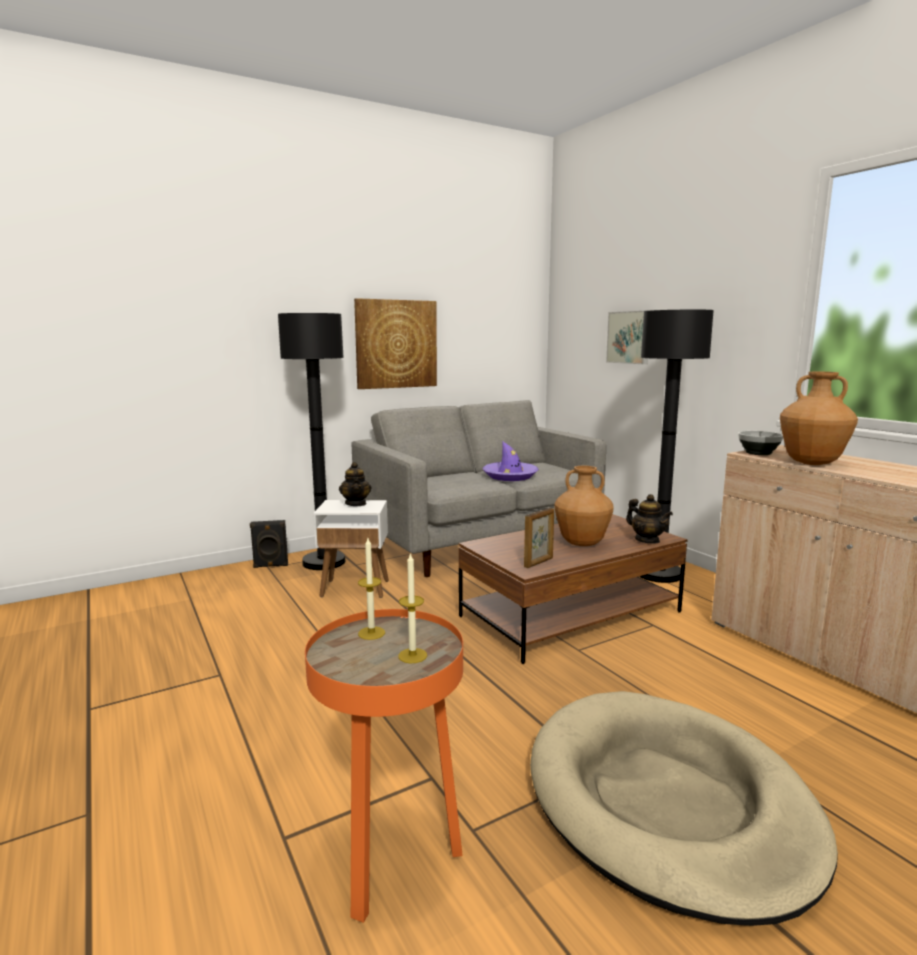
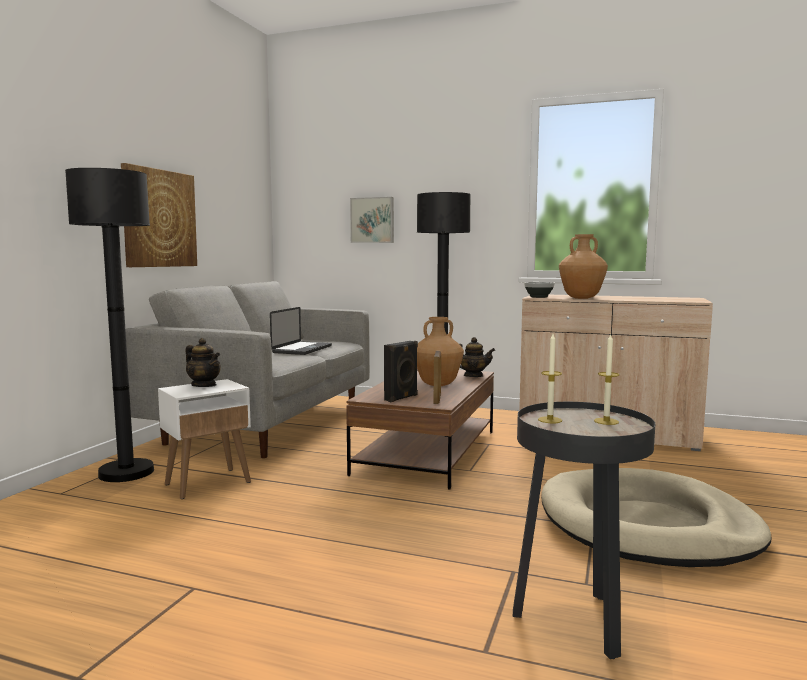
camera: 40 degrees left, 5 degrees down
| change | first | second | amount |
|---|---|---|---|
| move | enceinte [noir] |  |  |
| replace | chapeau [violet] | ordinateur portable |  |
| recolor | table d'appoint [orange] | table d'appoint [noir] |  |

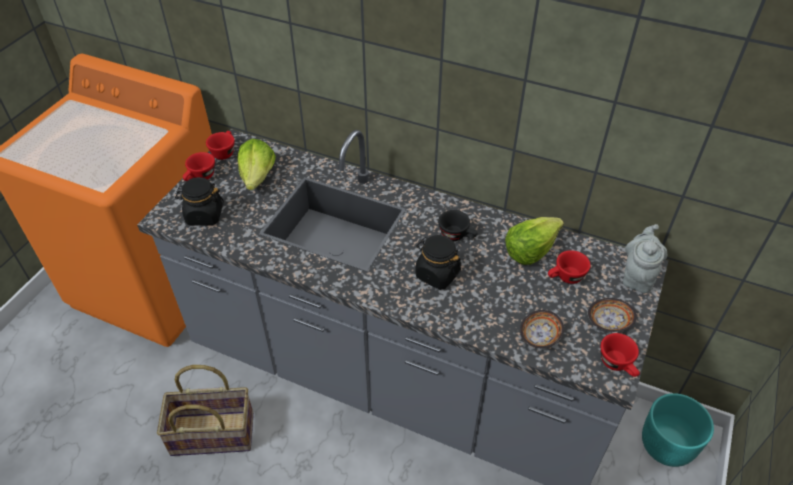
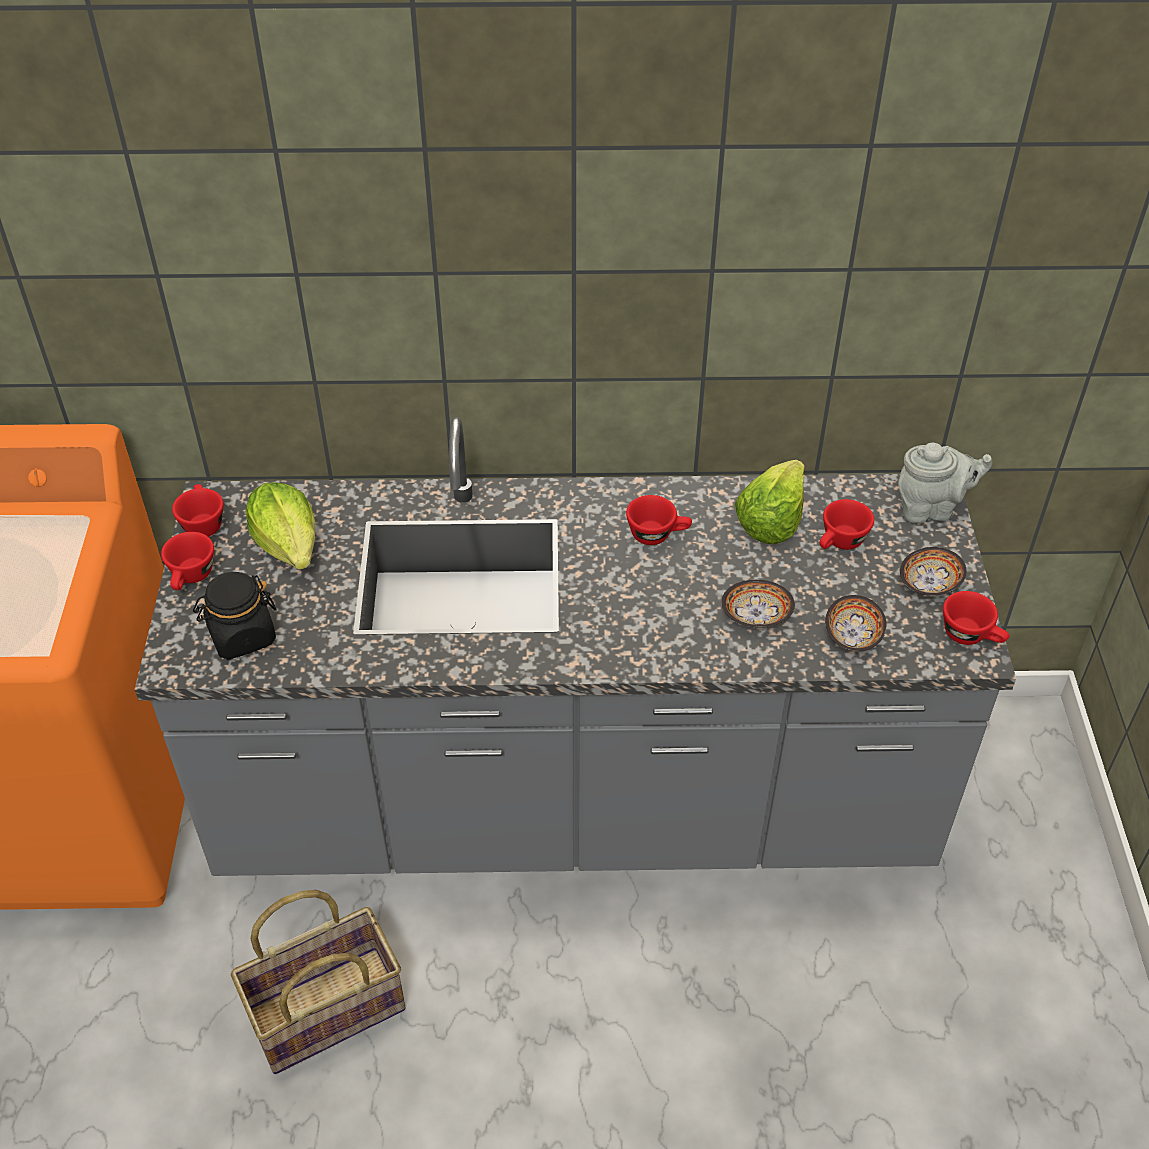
camera: 25 degrees left, 0 degrees up
| change | first | second | amount |
|---|---|---|---|
| delete | bocal [noir] (2nd from left) |  |  |
| delete | cache-pot [turquoise] |  |  |
| insert |  | bol (1st from left) |  |
| recolor | tasse [noir] | tasse [rouge] (3rd from left) |  |
| rotate | théière [gris] |  | 90 degrees clockwise |

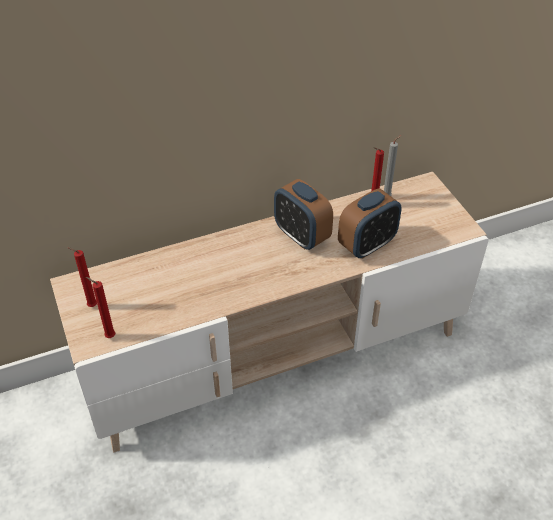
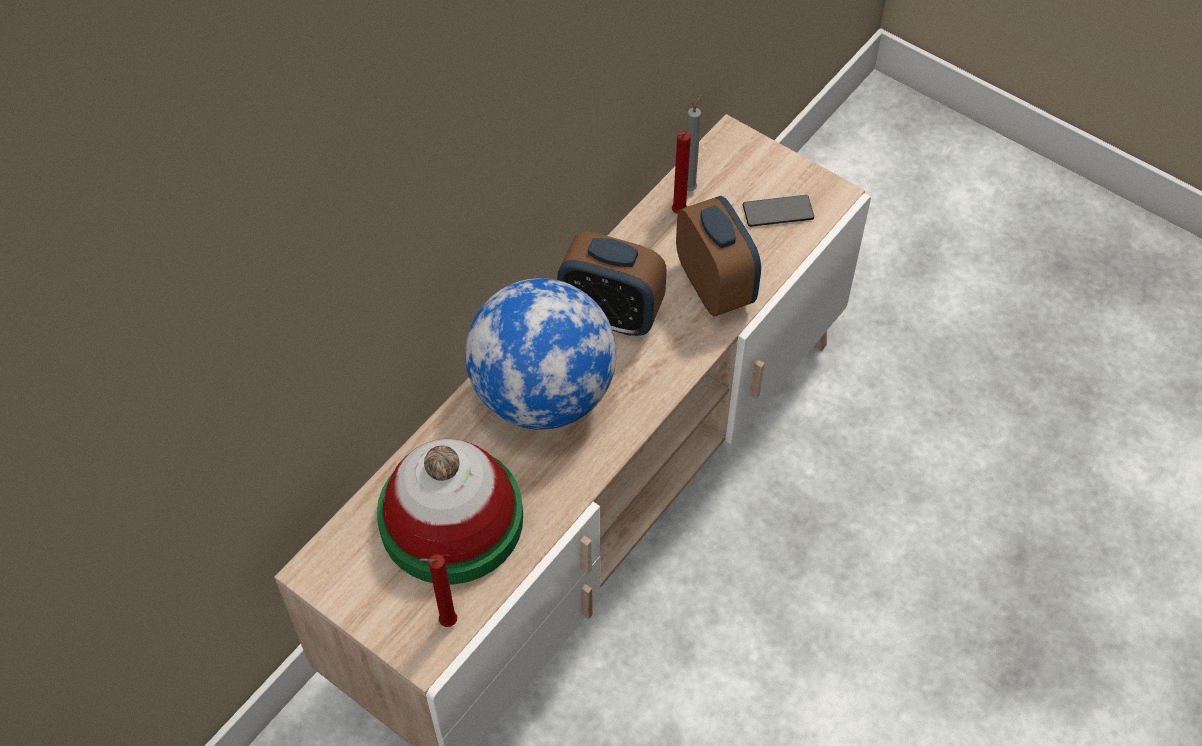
camera: 30 degrees left, 10 degrees up
| change | first | second | amount |
|---|---|---|---|
| delete | bougie [rouge] (1st from left) |  |  |
| insert |  | chapeau |  |
| insert |  | globe |  |
| insert |  | téléphone |  |
| rotate | réveil (2nd from left) |  | 45 degrees counterclockwise |

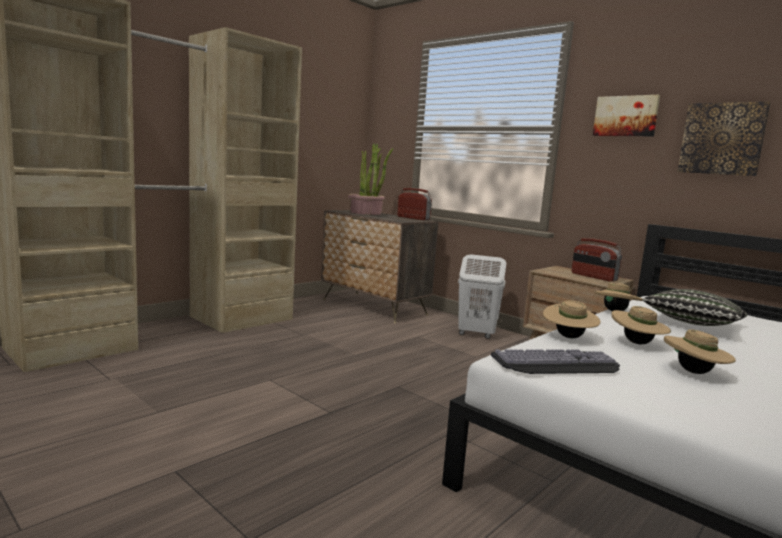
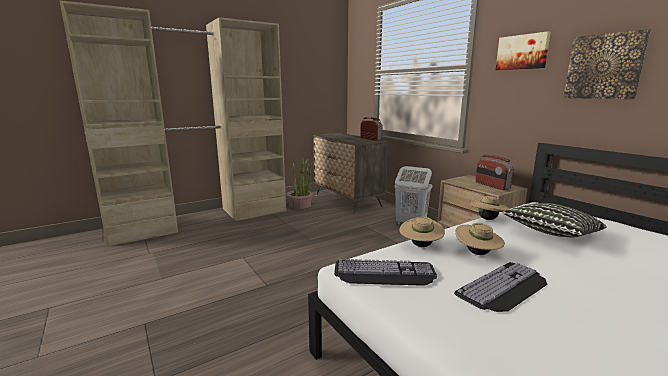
camera: 15 degrees right, 5 degrees up
| change | first | second | amount |
|---|---|---|---|
| move | plante en pot |  |  |
| replace | chapeau [beige] (4th from left) | clavier (2nd from left) |  |

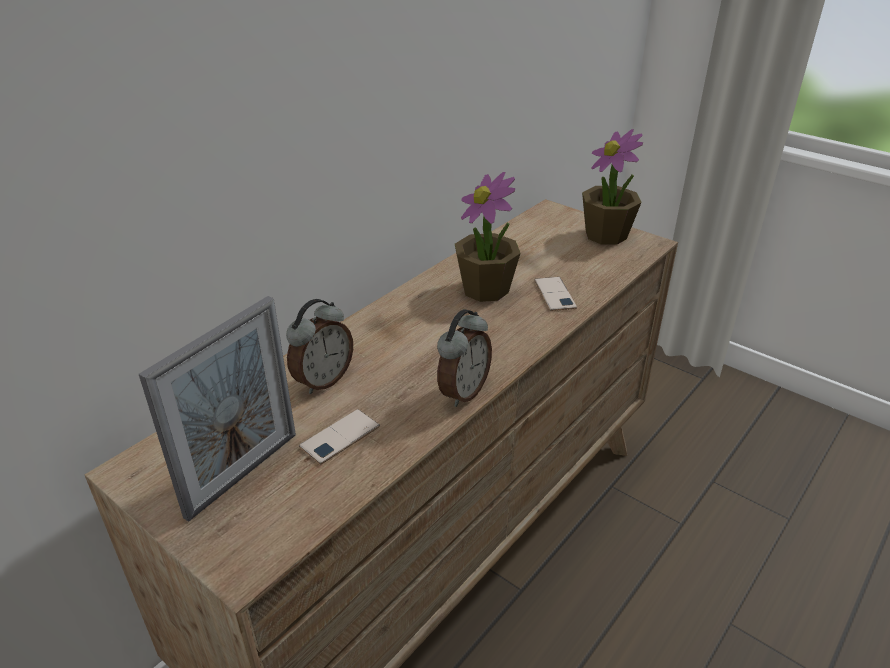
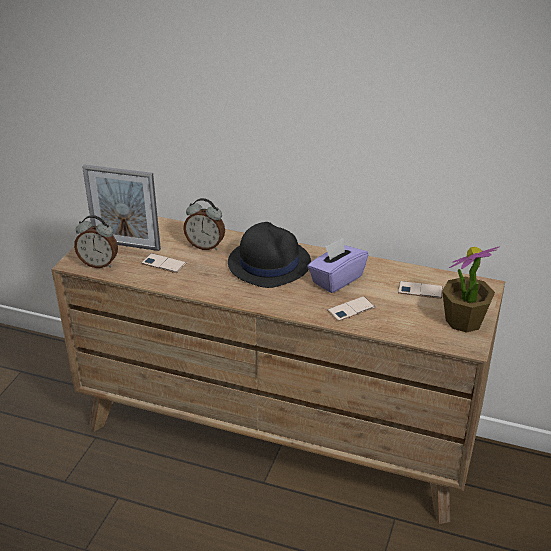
camera: 70 degrees right, 0 degrees up
| change | first | second | amount |
|---|---|---|---|
| insert |  | chapeau [noir] |  |
| insert |  | téléphone (3rd from left) |  |
| move | réveil (2nd from left in the first image) | réveil (1st from left) |  |
| replace | plante en pot (1st from left) | boîte à mouchoirs [violet] |  |

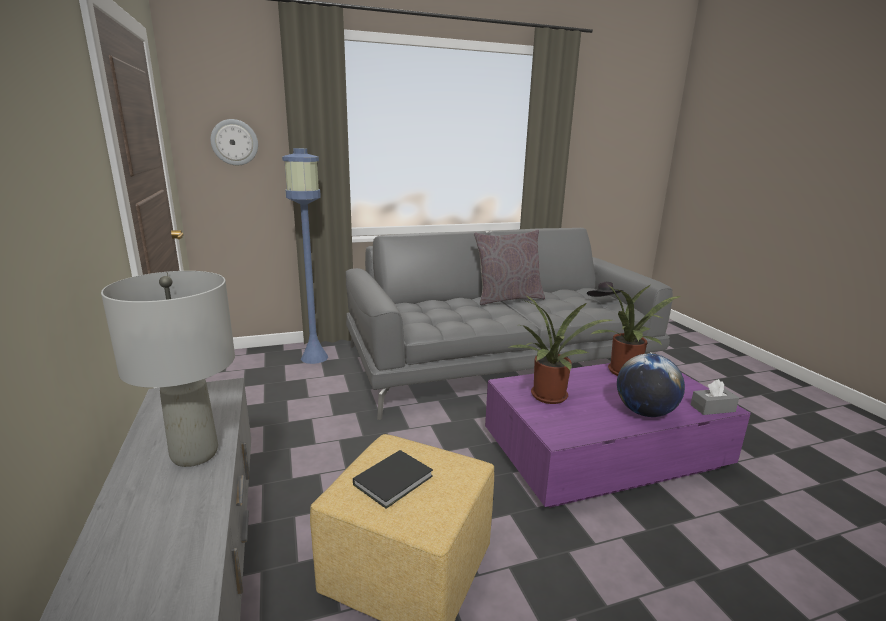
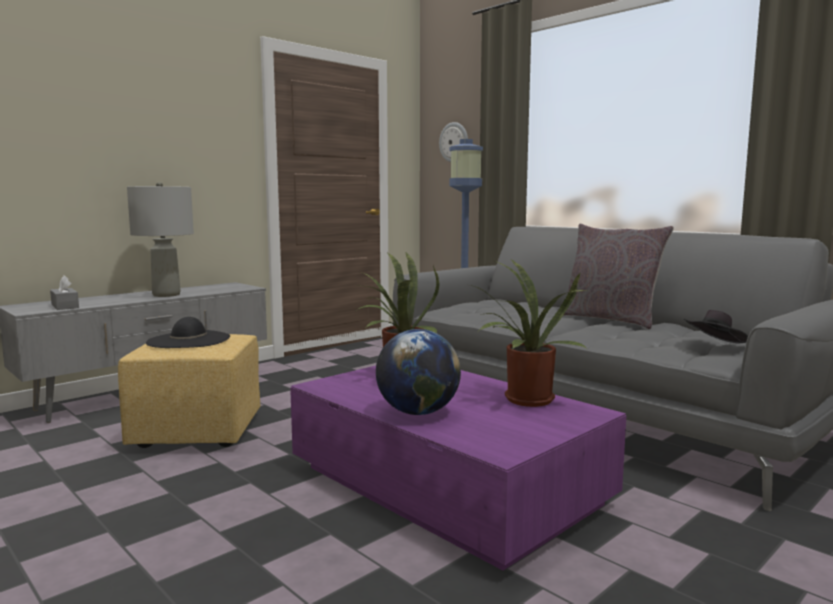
camera: 65 degrees right, 10 degrees down
| change | first | second | amount |
|---|---|---|---|
| move | boîte à mouchoirs [gris] |  |  |
| replace | livre [noir] | chapeau [noir] (1st from left) |  |

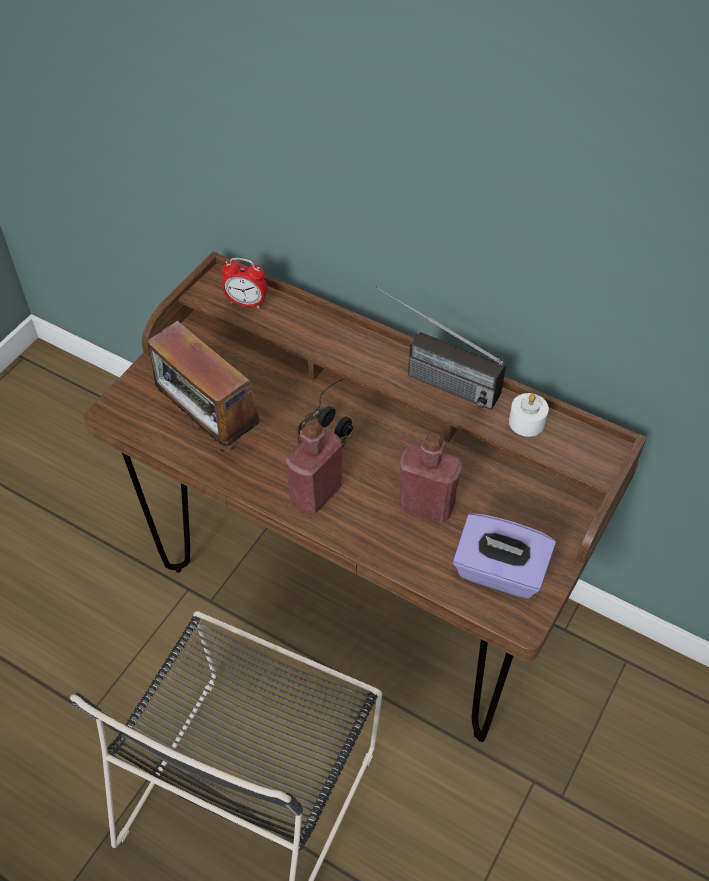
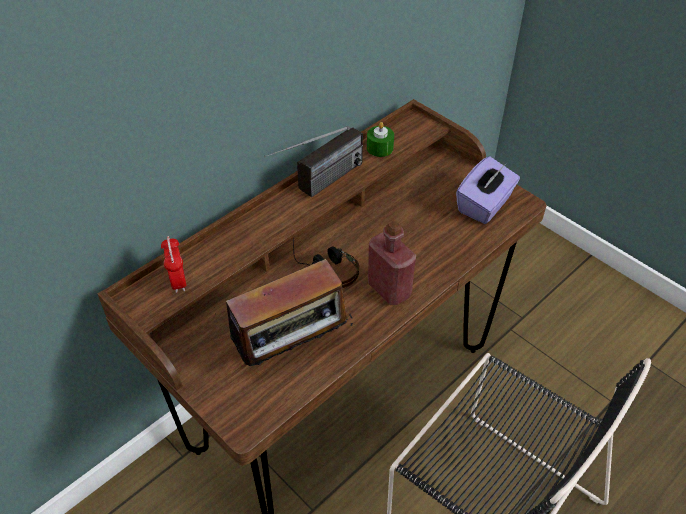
camera: 75 degrees left, 5 degrees down
| change | first | second | amount |
|---|---|---|---|
| delete | bouteille [rouge] (2nd from left) |  |  |
| recolor | bougie [blanc] | bougie [vert] |  |
| rotate | réveil |  | 135 degrees clockwise |

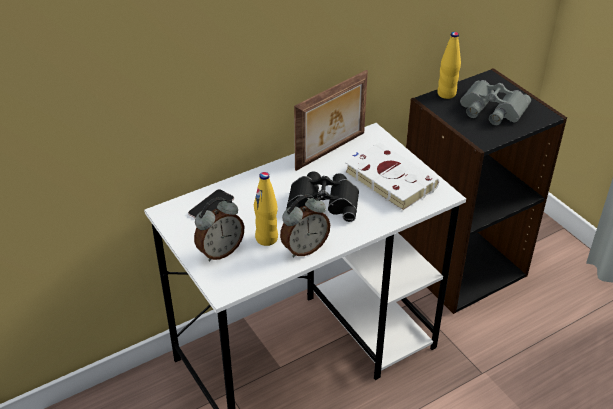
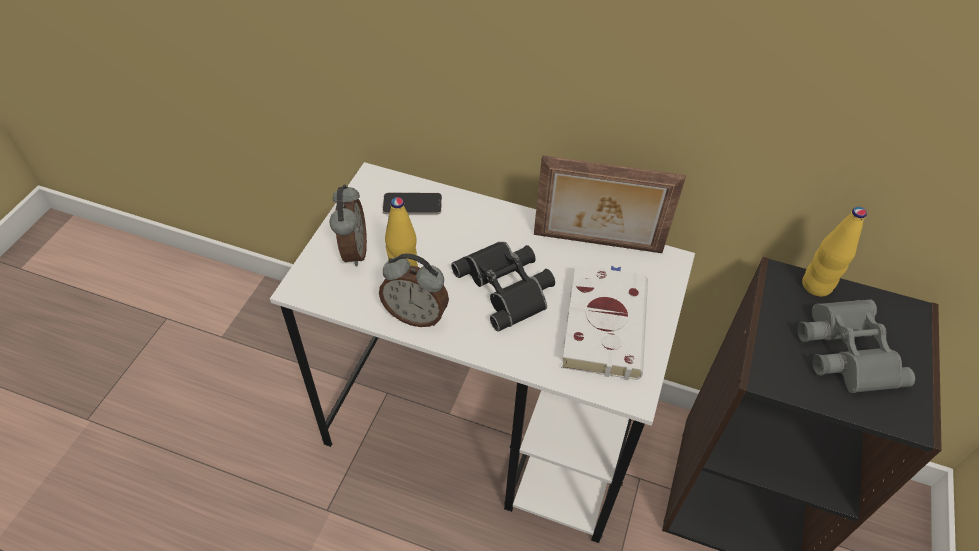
camera: 50 degrees right, 10 degrees up
| change | first | second | amount |
|---|---|---|---|
| rotate | réveil (1st from left) |  | 105 degrees counterclockwise |

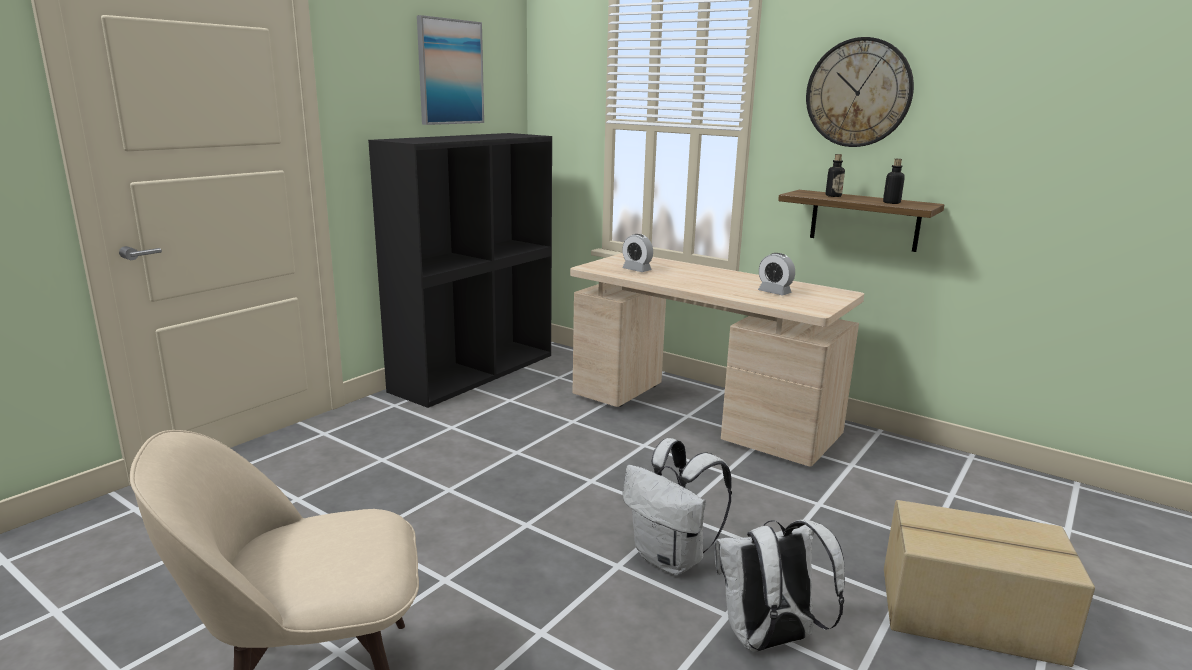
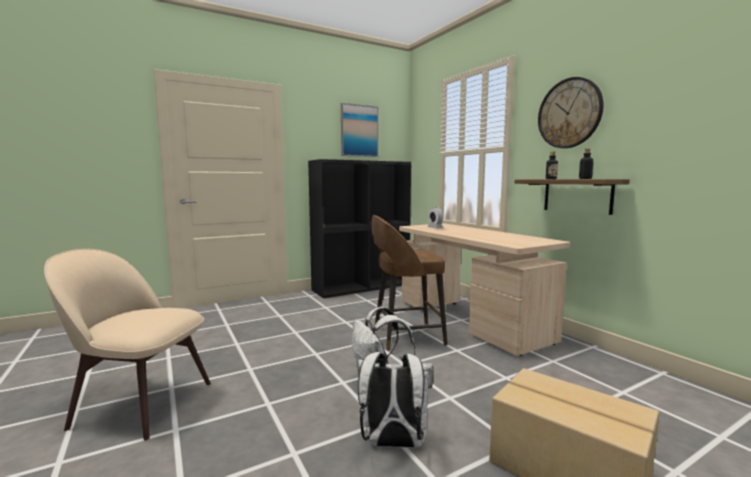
camera: 25 degrees right, 10 degrees down
| change | first | second | amount |
|---|---|---|---|
| delete | réveil (2nd from left) |  |  |
| insert |  | tabouret [marron] |  |

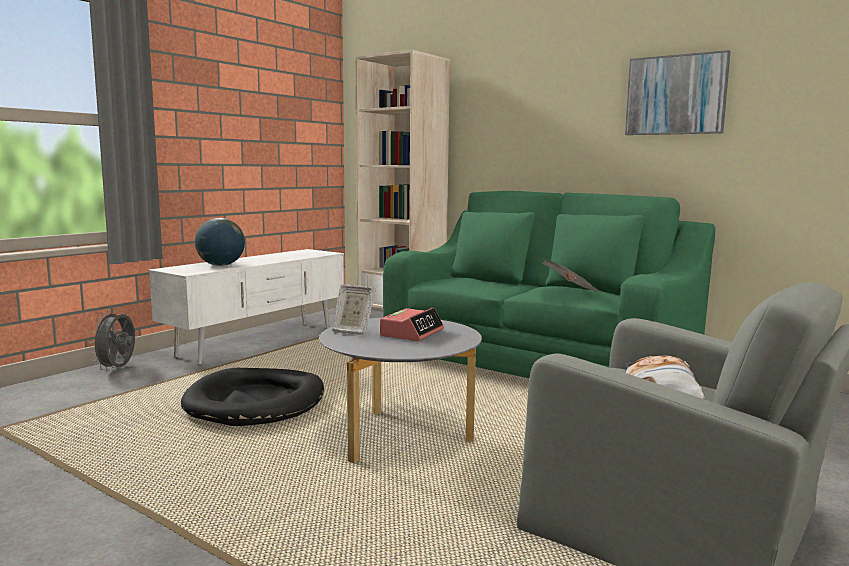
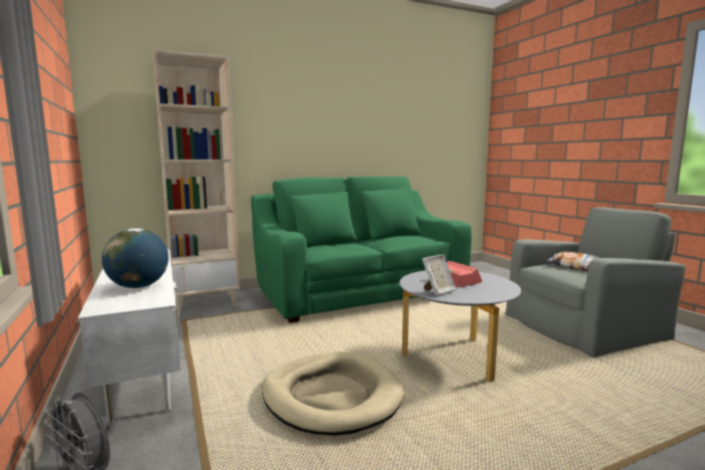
camera: 60 degrees left, 0 degrees up
| change | first | second | amount |
|---|---|---|---|
| delete | journal |  |  |
| delete | tableau |  |  |
| recolor | panier pour chien [noir] | panier pour chien [beige] |  |

